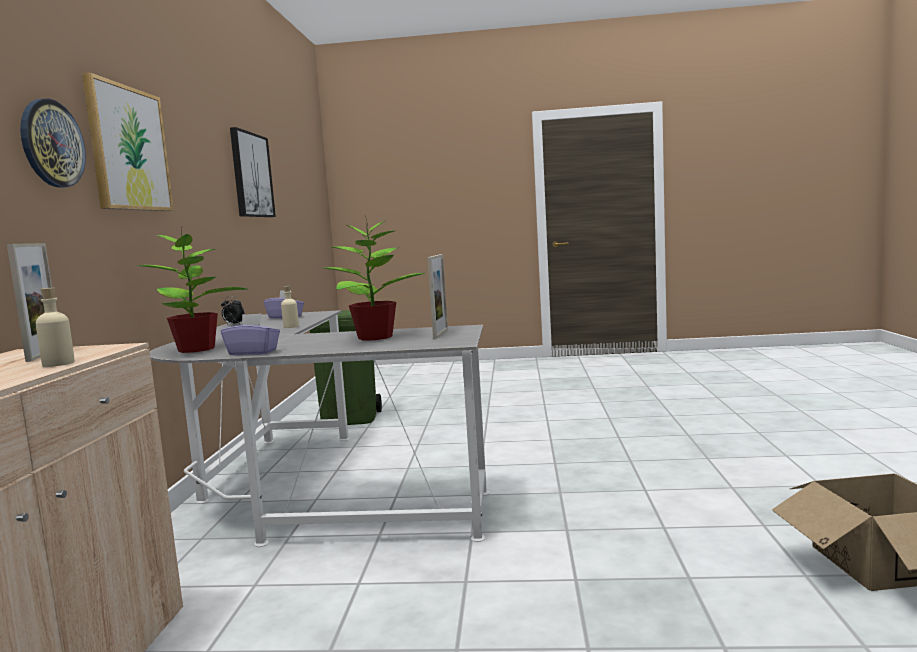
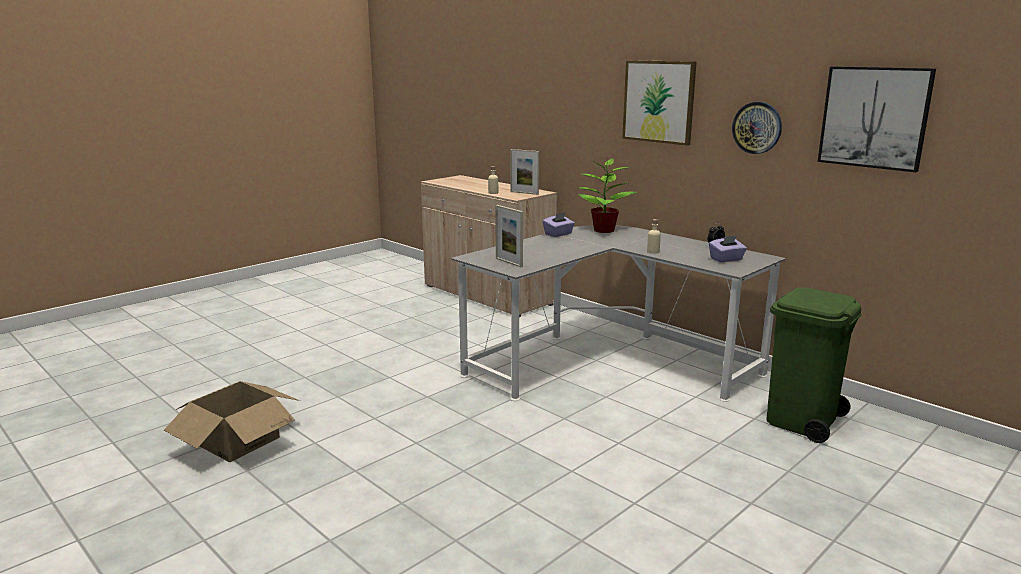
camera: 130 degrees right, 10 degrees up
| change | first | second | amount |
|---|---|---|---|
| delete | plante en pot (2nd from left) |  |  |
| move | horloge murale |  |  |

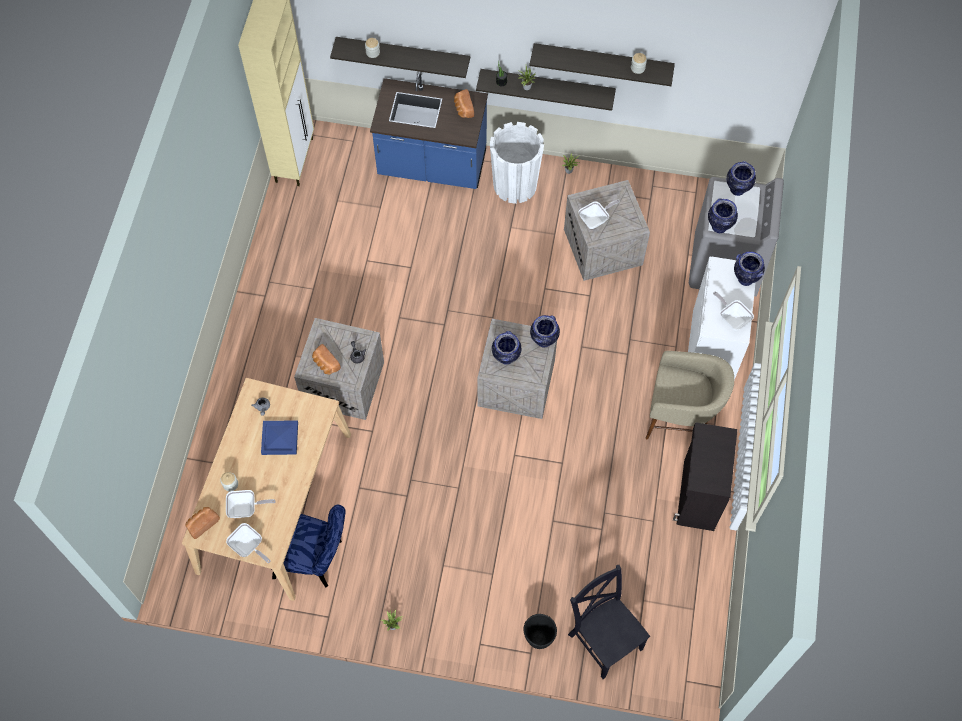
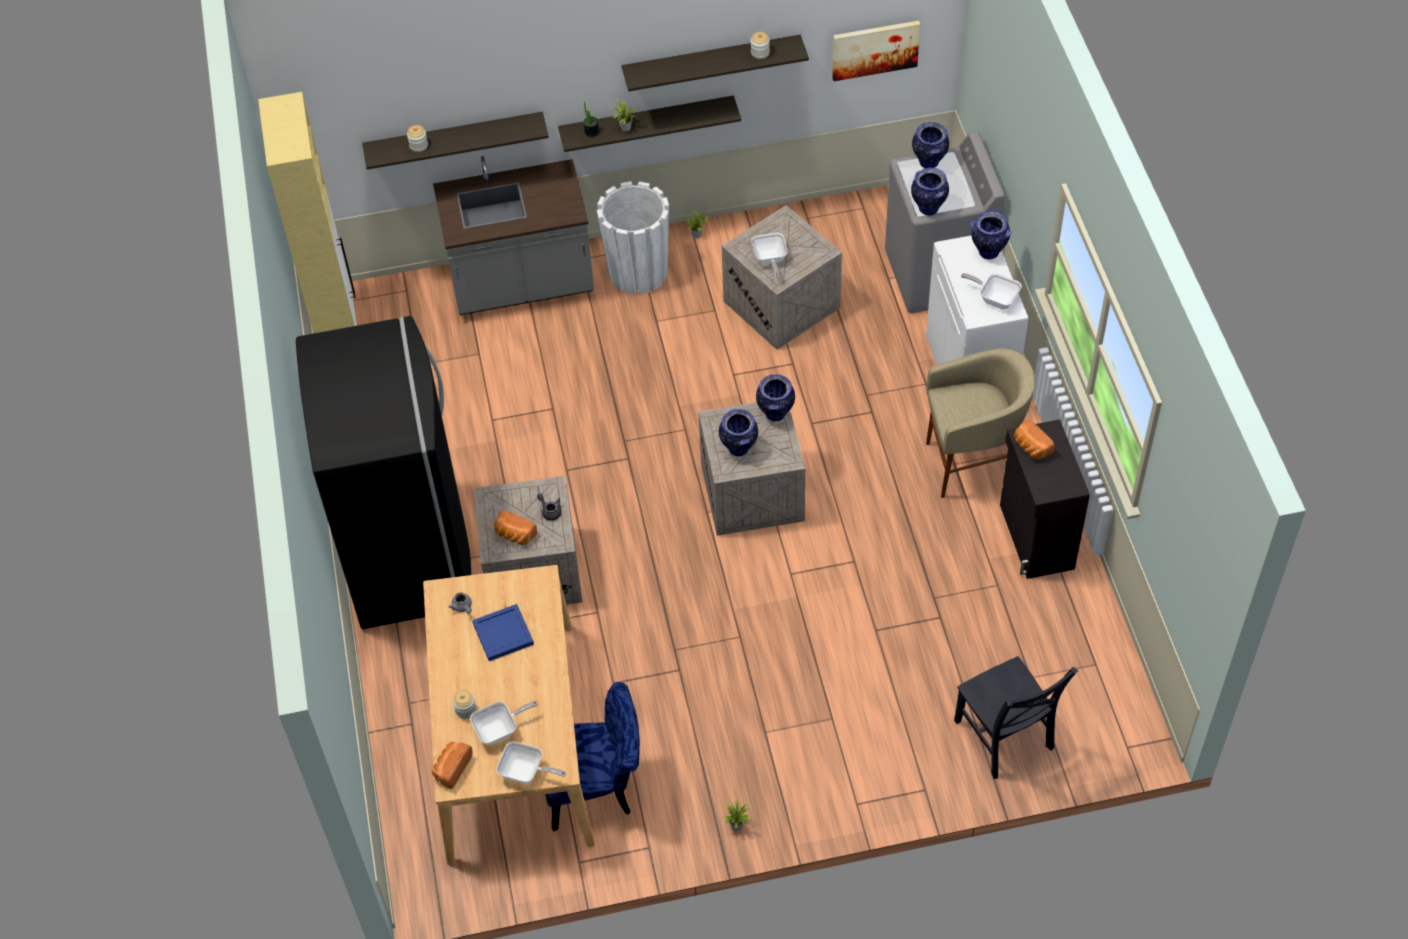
camera: 20 degrees left, 10 degrees down
| change | first | second | amount |
|---|---|---|---|
| delete | cache-pot [noir] |  |  |
| insert |  | réfrigérateur [noir] |  |
| insert |  | tableau |  |
| move | pain (3rd from left) |  |  |
| recolor | comptoir de cuisine [bleu] | comptoir de cuisine [gris] |  |
| rotate | chaise [noir] |  | 150 degrees counterclockwise |
| rotate | poêle (3rd from left) |  | 135 degrees clockwise |

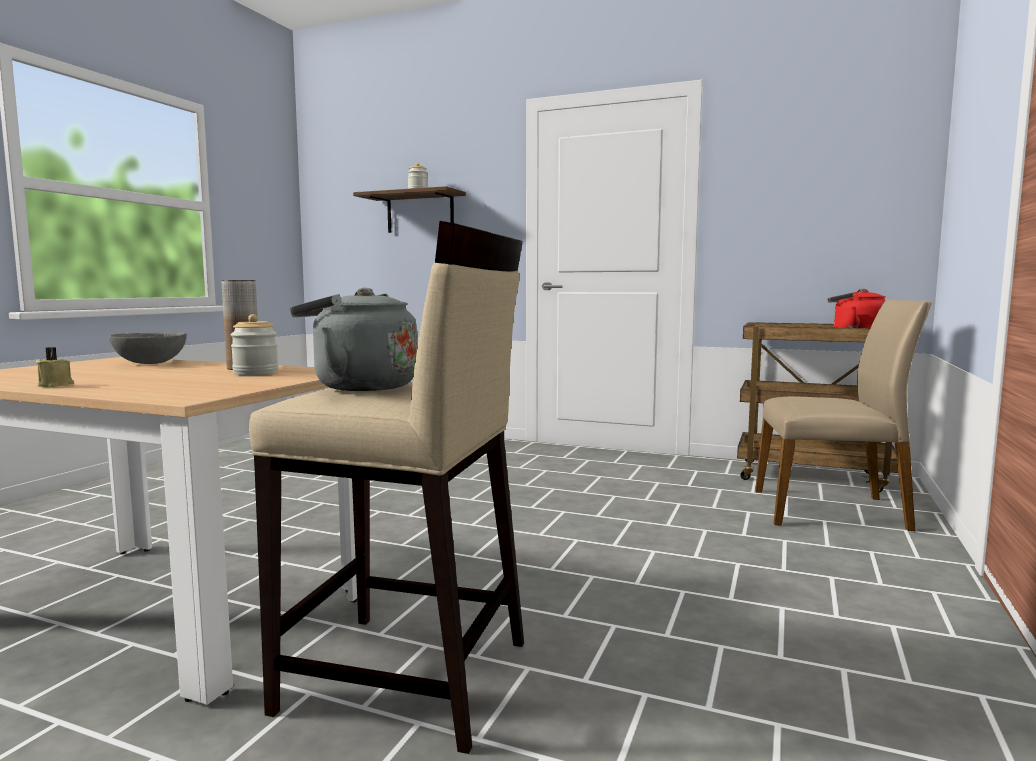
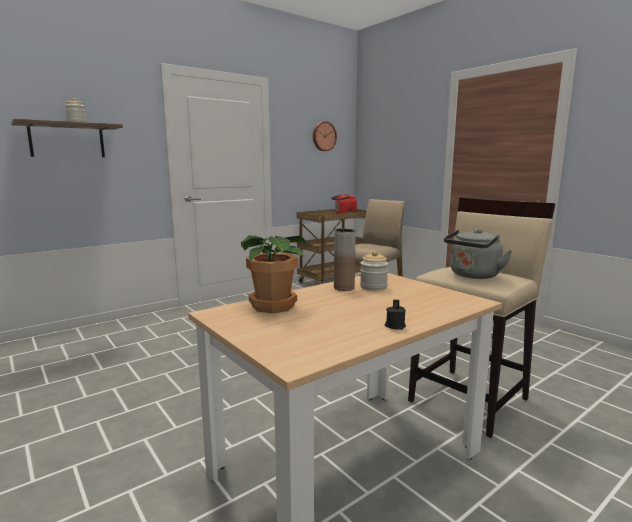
camera: 60 degrees left, 5 degrees up
| change | first | second | amount |
|---|---|---|---|
| insert |  | horloge murale |  |
| replace | bol [gris] | plante en pot |  |
| recolor | bougie [beige] | bougie [noir] |  |

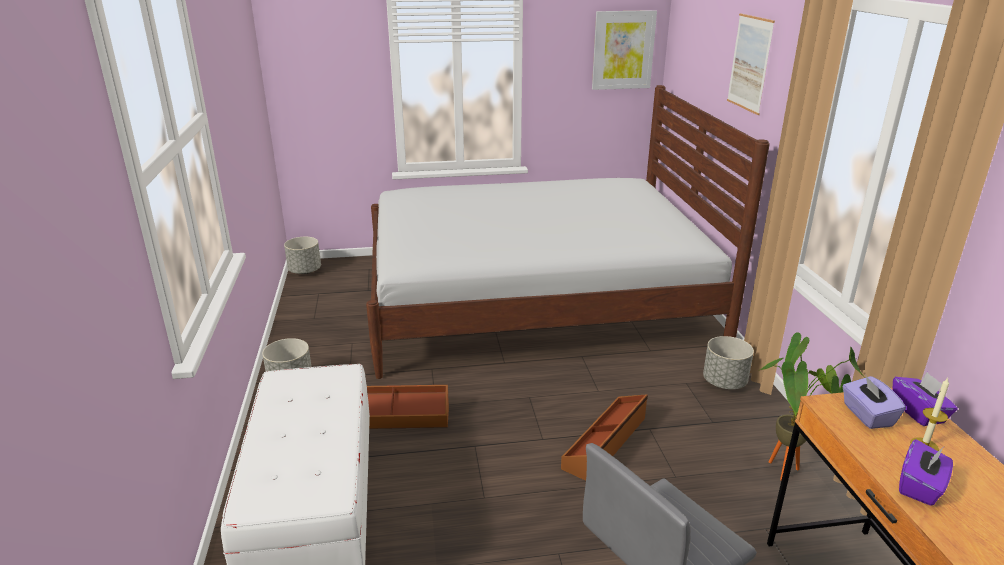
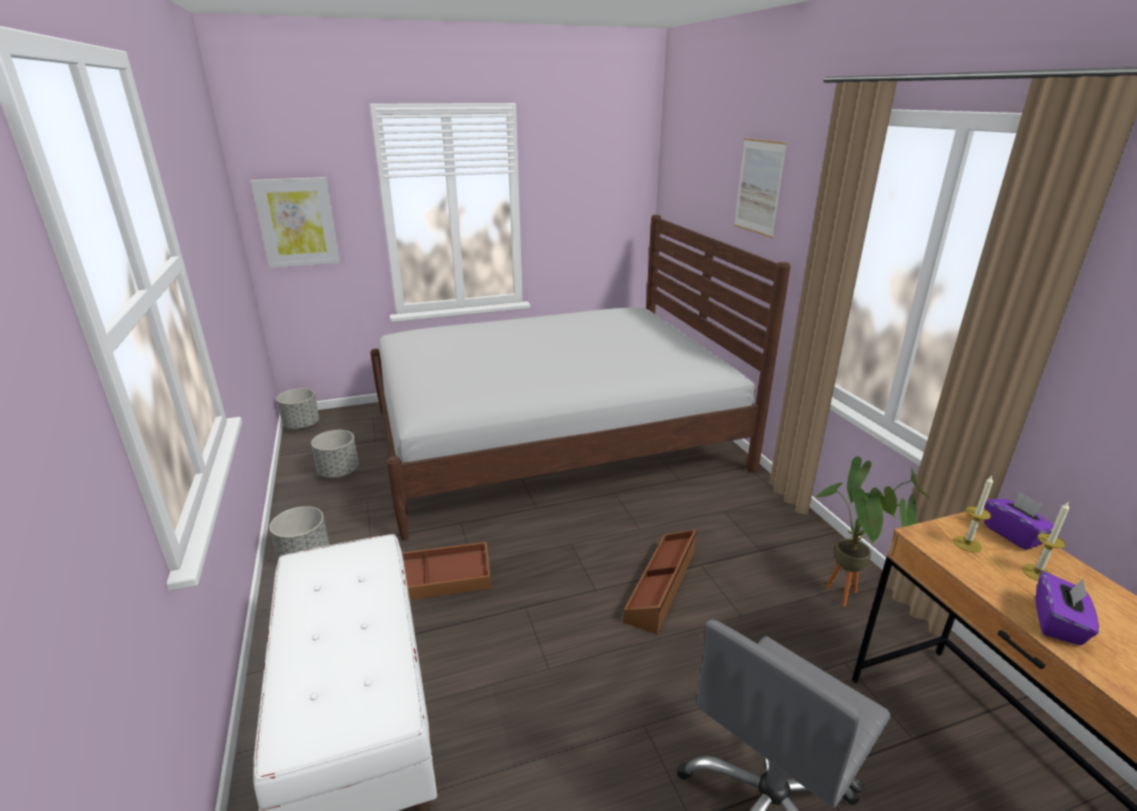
camera: 10 degrees left, 0 degrees up
| change | first | second | amount |
|---|---|---|---|
| move | tableau (1st from left) |  |  |
| move | cache-pot [gris] (3rd from left) |  |  |
| replace | boîte à mouchoirs [violet] (1st from left) | bougie (1st from left) |  |

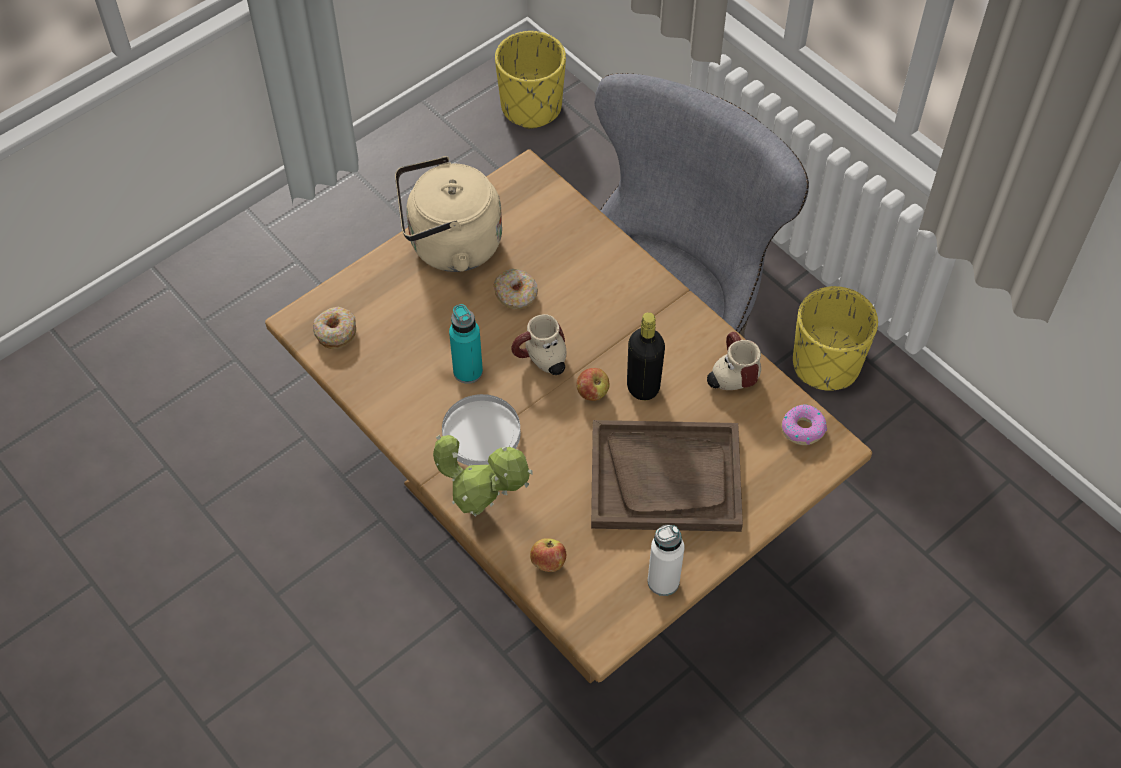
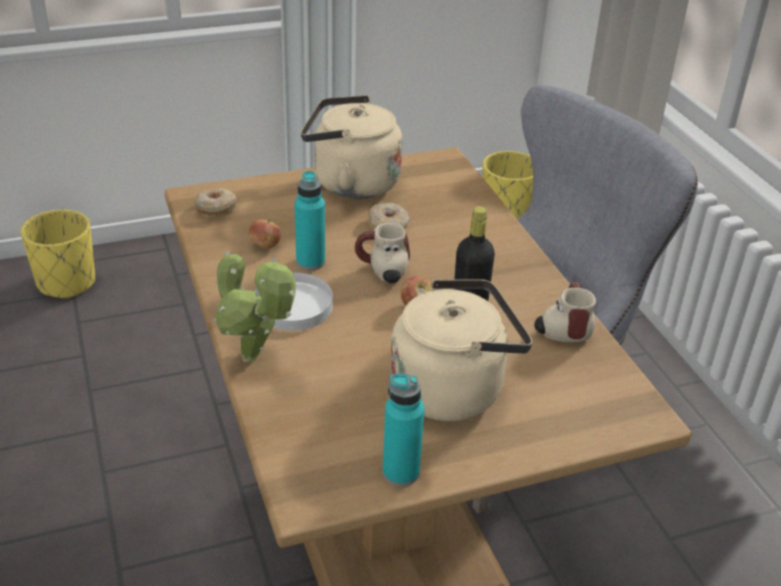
camera: 20 degrees right, 20 degrees down
| change | first | second | amount |
|---|---|---|---|
| delete | beignet (3rd from left) |  |  |
| move | pomme (1st from left) |  |  |
| move | cache-pot [jaune] (2nd from left in the first image) | cache-pot [jaune] (1st from left) |  |
| replace | plateau [marron] | bouilloire [beige] (2nd from left) |  |
| recolor | bouteille [blanc] | bouteille [turquoise] (2nd from left) |  |

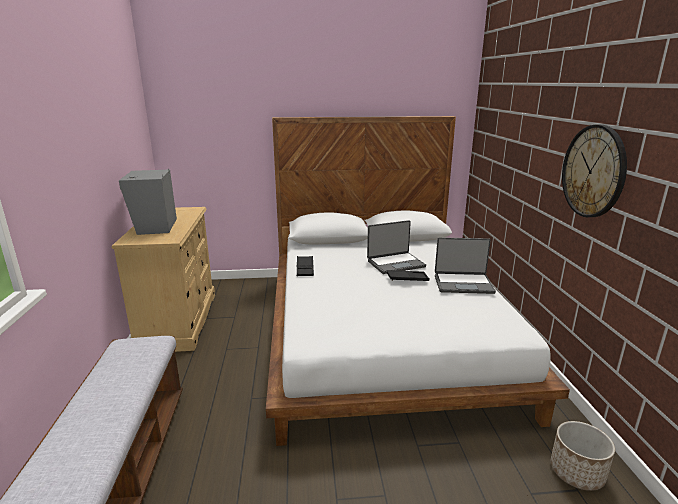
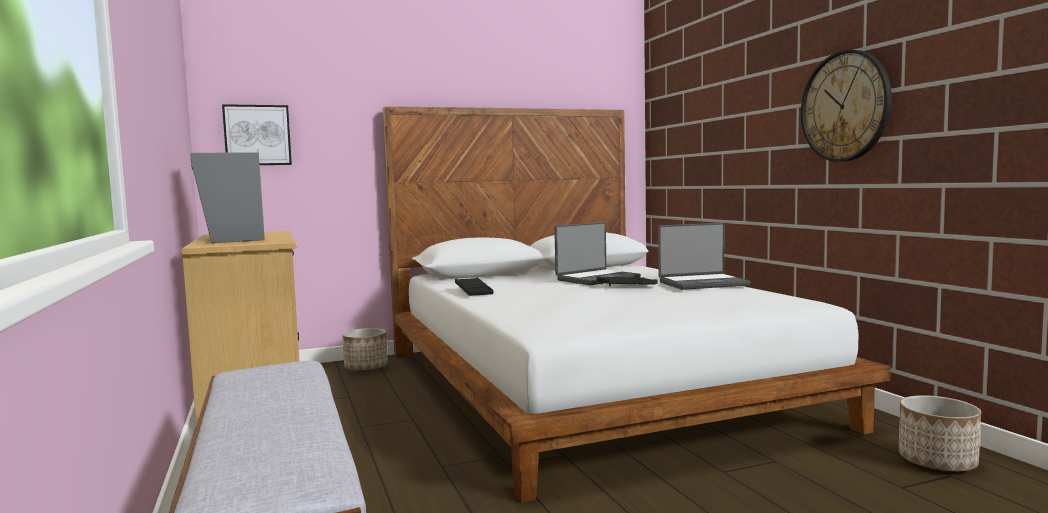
camera: 15 degrees left, 15 degrees down
| change | first | second | amount |
|---|---|---|---|
| insert |  | tableau |  |
| insert |  | cache-pot (1st from left) |  |

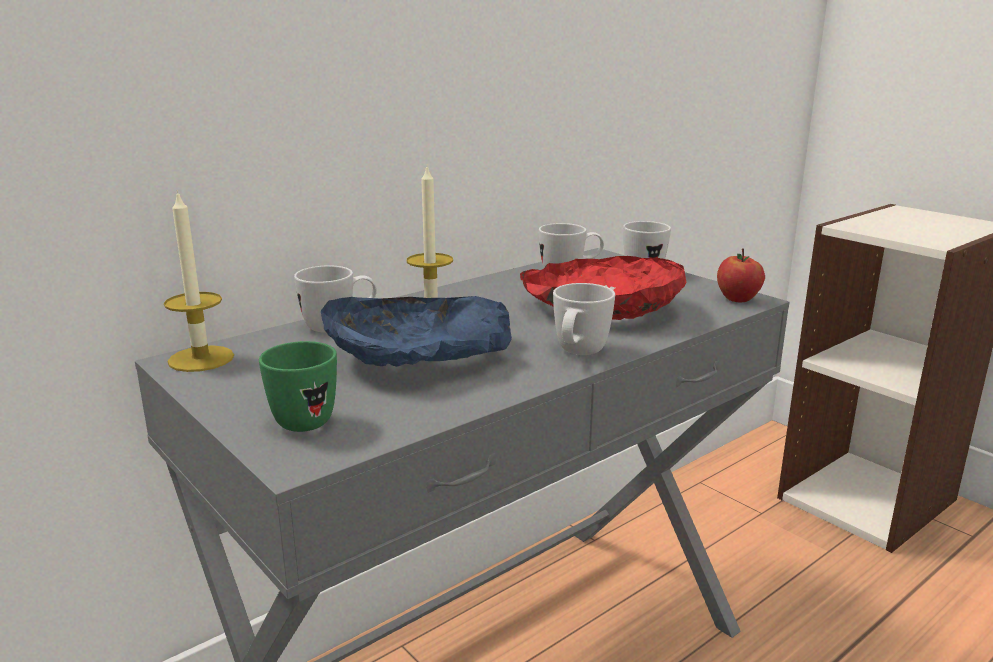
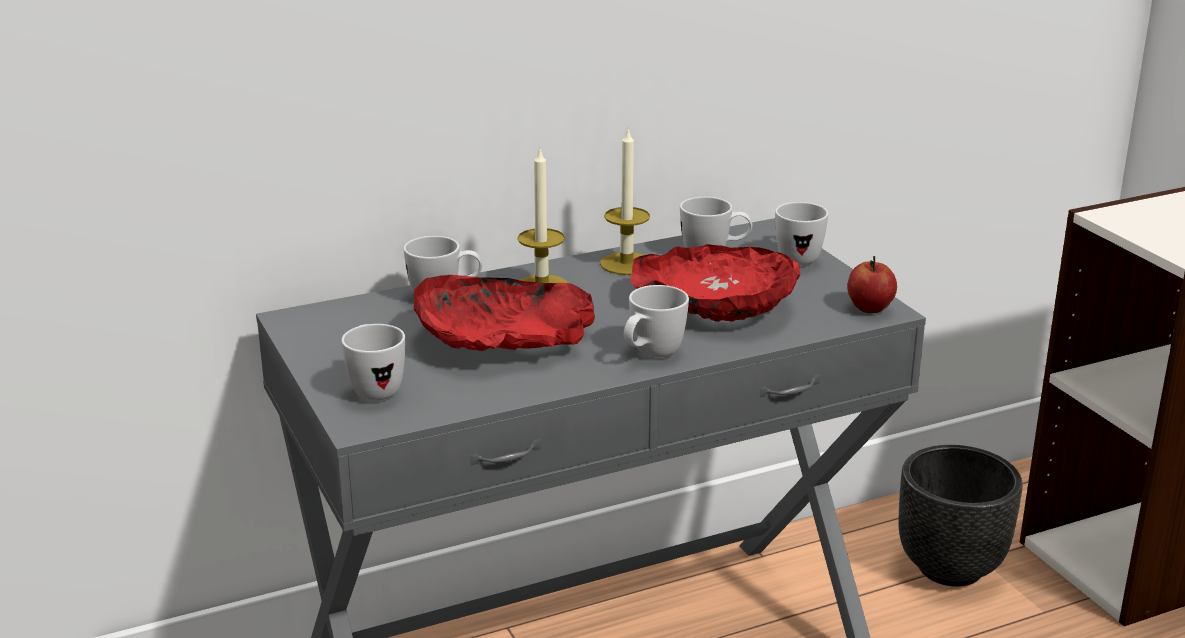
camera: 15 degrees right, 5 degrees up
| change | first | second | amount |
|---|---|---|---|
| insert |  | cache-pot [noir] |  |
| move | bougie (1st from left in the first image) | bougie (2nd from left) |  |
| recolor | mug [vert] | mug [blanc] (1st from left) |  |
| recolor | bol [bleu] | bol [rouge] (1st from left) |  |

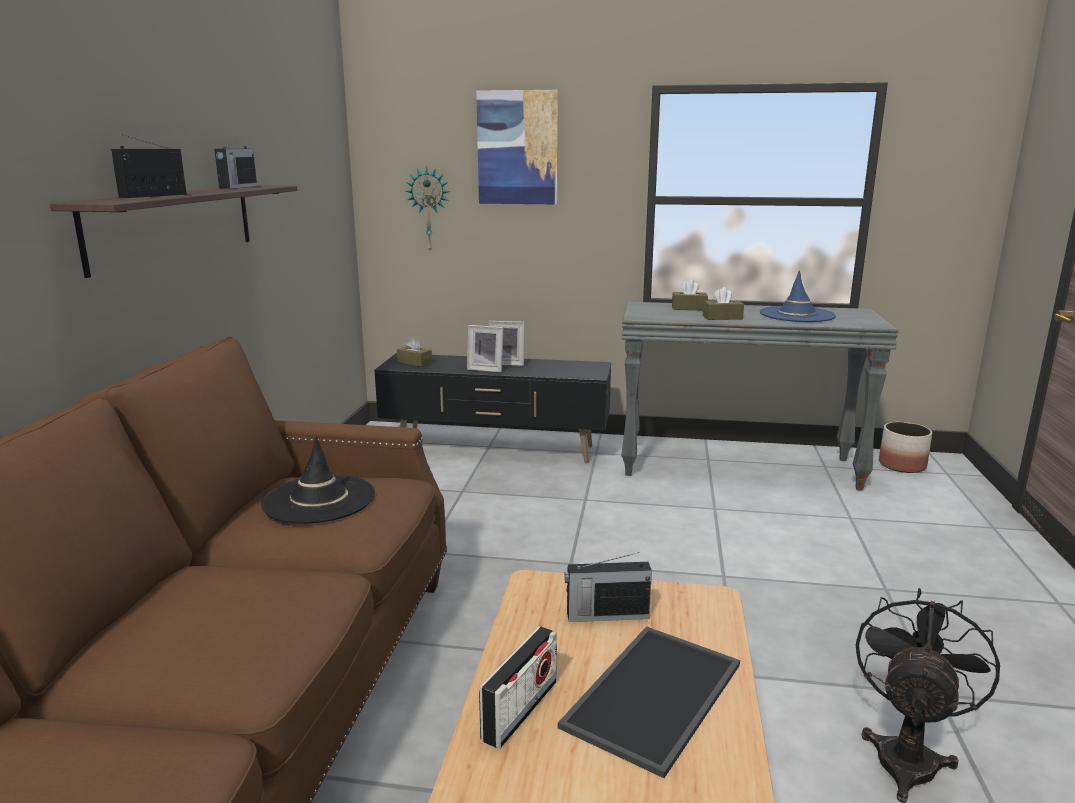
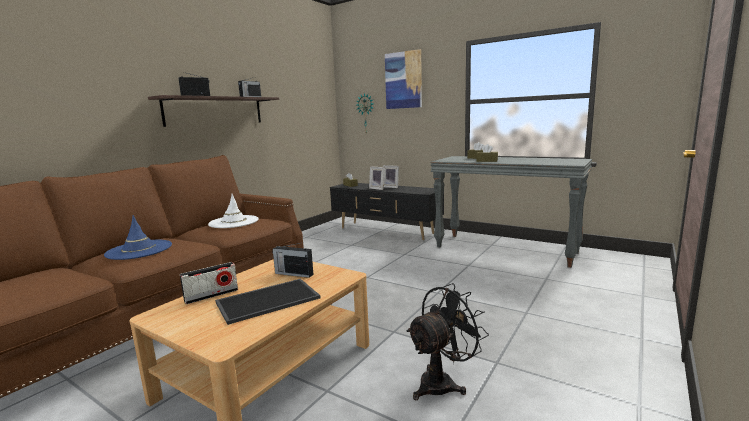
camera: 25 degrees right, 5 degrees down
| change | first | second | amount |
|---|---|---|---|
| delete | cache-pot |  |  |
| move | chapeau [bleu] |  |  |
| recolor | chapeau [noir] | chapeau [blanc] |  |

